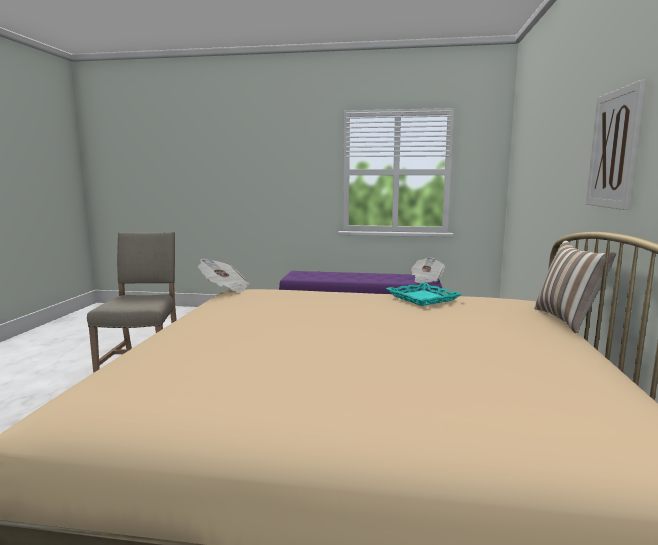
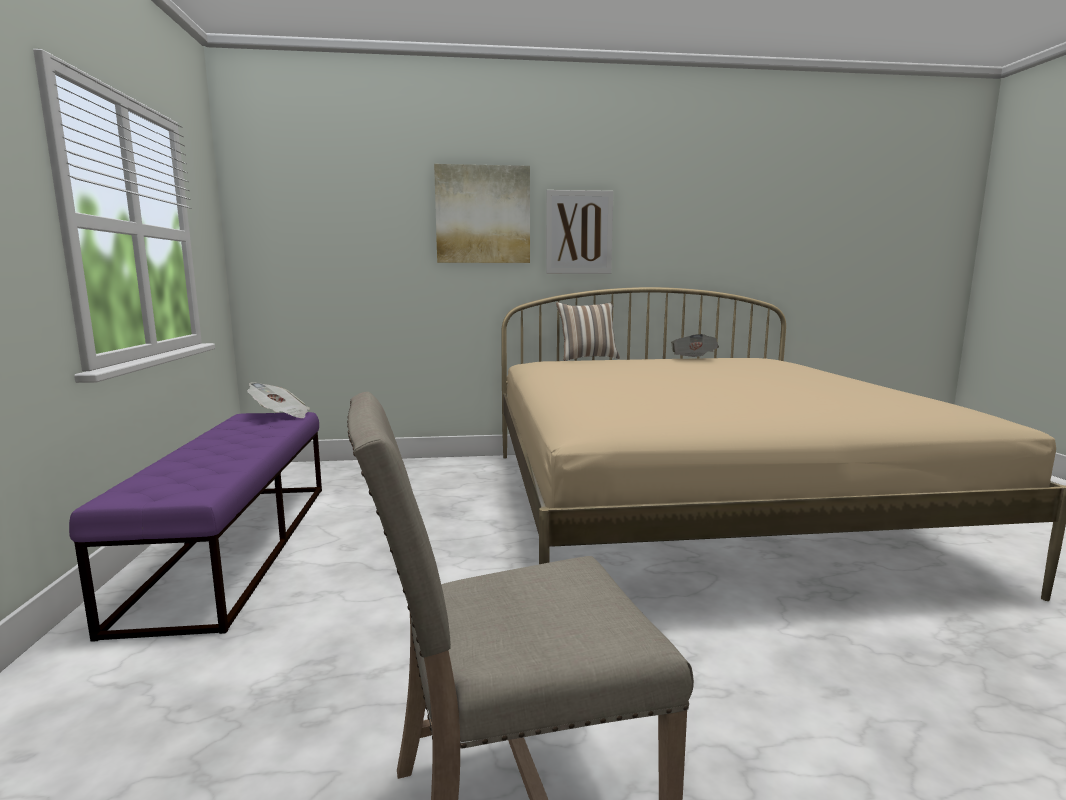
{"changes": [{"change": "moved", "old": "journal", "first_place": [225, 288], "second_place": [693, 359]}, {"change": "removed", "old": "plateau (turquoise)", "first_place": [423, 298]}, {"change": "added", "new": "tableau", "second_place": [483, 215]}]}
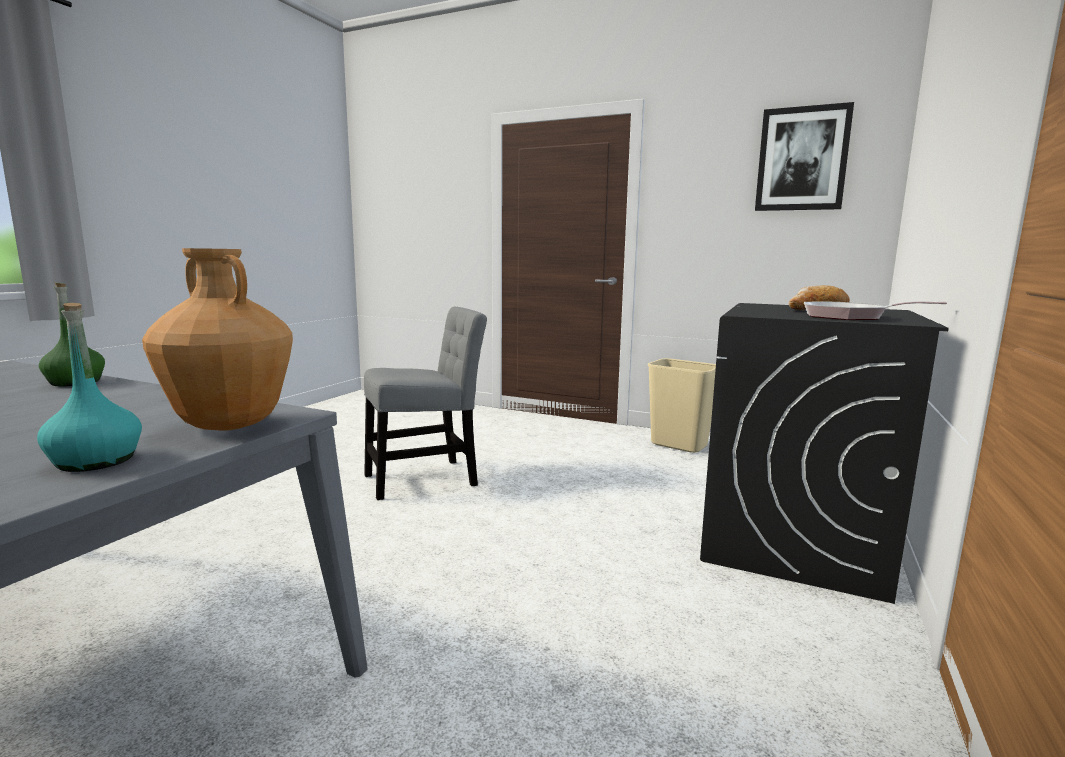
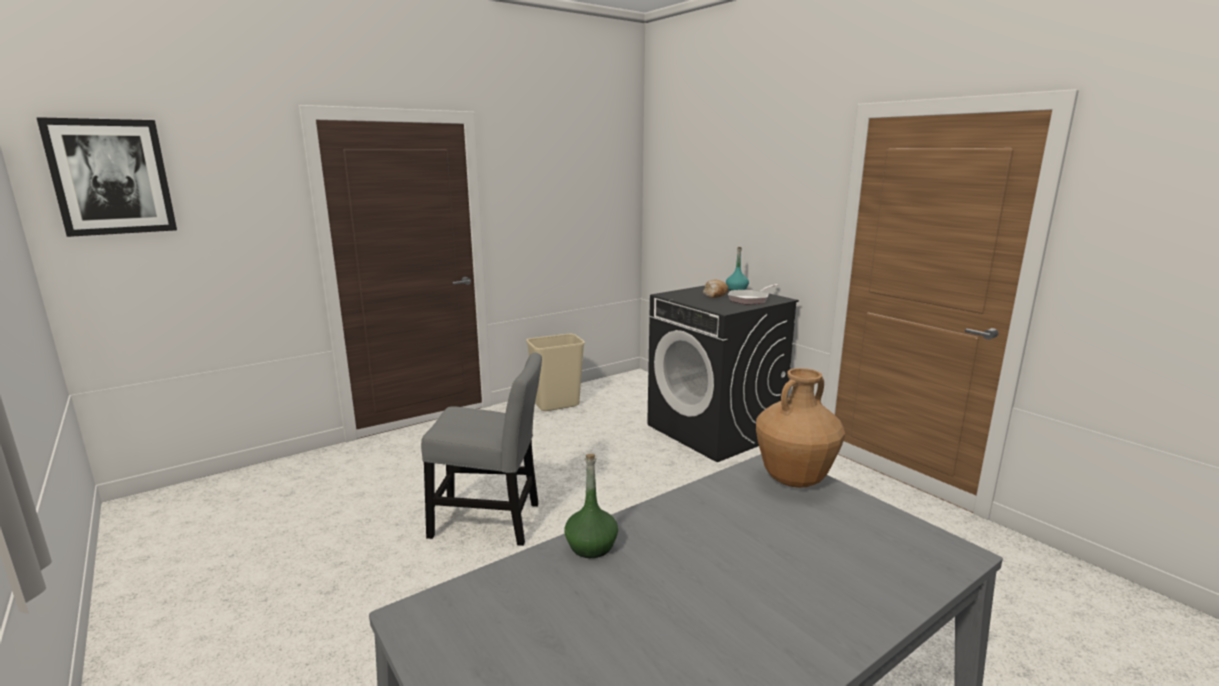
{"changes": [{"change": "moved", "old": "bouteille (turquoise)", "first_place": [96, 461], "second_place": [736, 290]}, {"change": "turned", "old": "chaise (gris)", "first_place": [426, 478], "second_place": [491, 521], "degrees": 90}, {"change": "moved", "old": "tableau", "first_place": [802, 159], "second_place": [111, 177]}]}
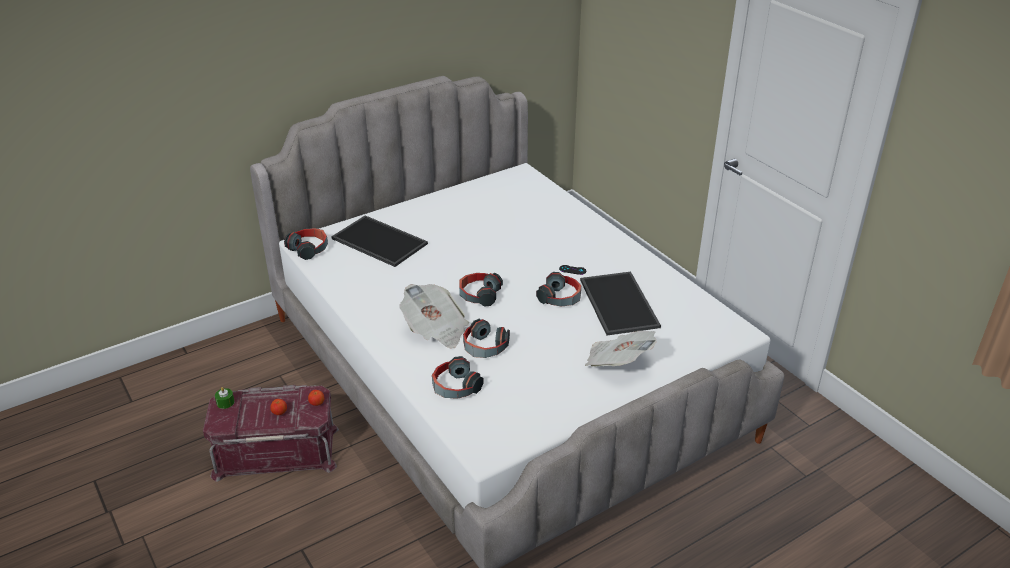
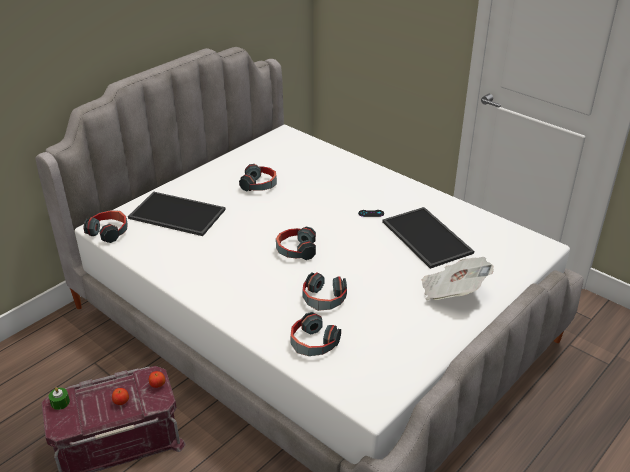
{"changes": [{"change": "removed", "old": "journal", "first_place": [435, 330]}, {"change": "moved", "old": "casque audio", "first_place": [560, 298], "second_place": [259, 185]}]}
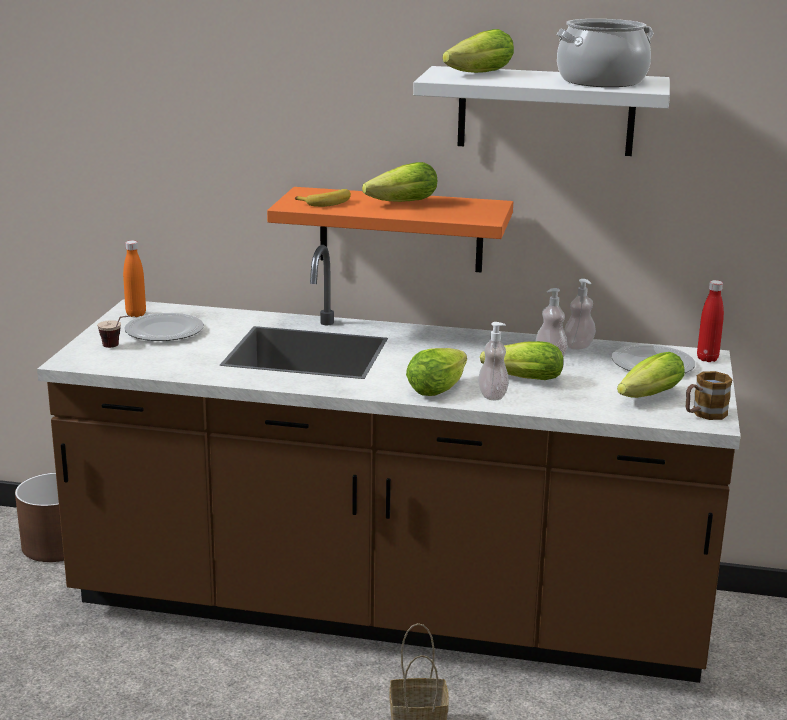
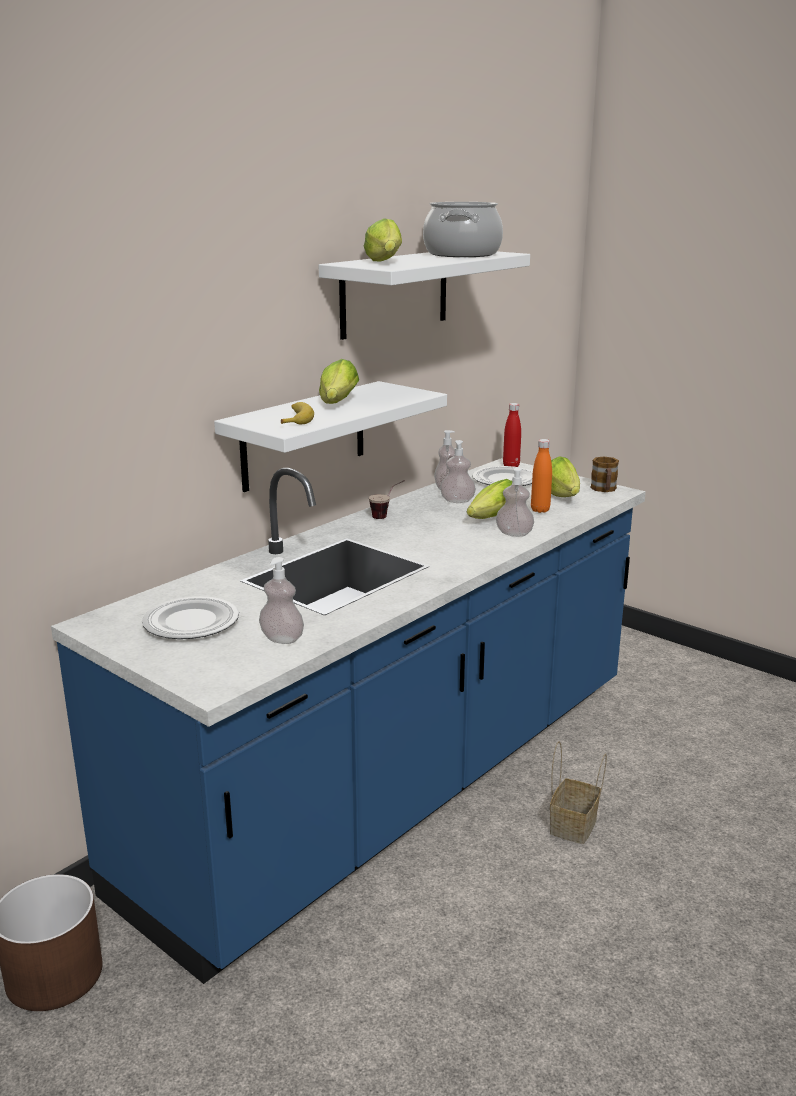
{"changes": [{"change": "recoloured", "old": "comptoir de cuisine (marron)", "new": "comptoir de cuisine (bleu)", "first_place": [389, 607], "second_place": [398, 784]}, {"change": "moved", "old": "tasse", "first_place": [117, 347], "second_place": [387, 516]}, {"change": "moved", "old": "bouteille (orange)", "first_place": [136, 314], "second_place": [540, 510]}, {"change": "recoloured", "old": "étagère (orange)", "new": "étagère (blanc)", "first_place": [401, 229], "second_place": [304, 436]}, {"change": "removed", "old": "laitue", "first_place": [439, 387]}, {"change": "added", "new": "distributeur de savon", "second_place": [282, 639]}]}
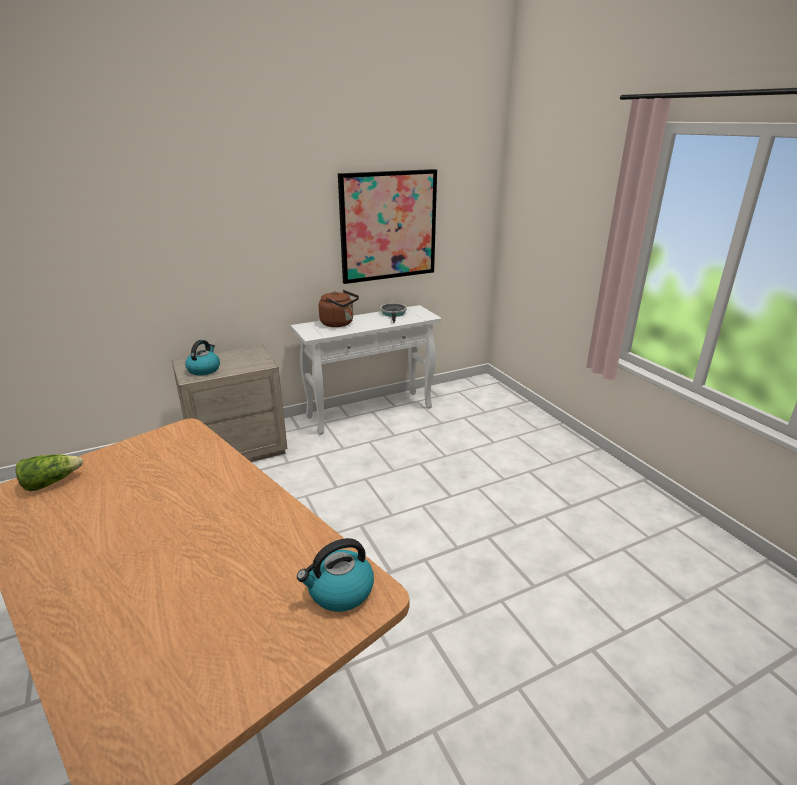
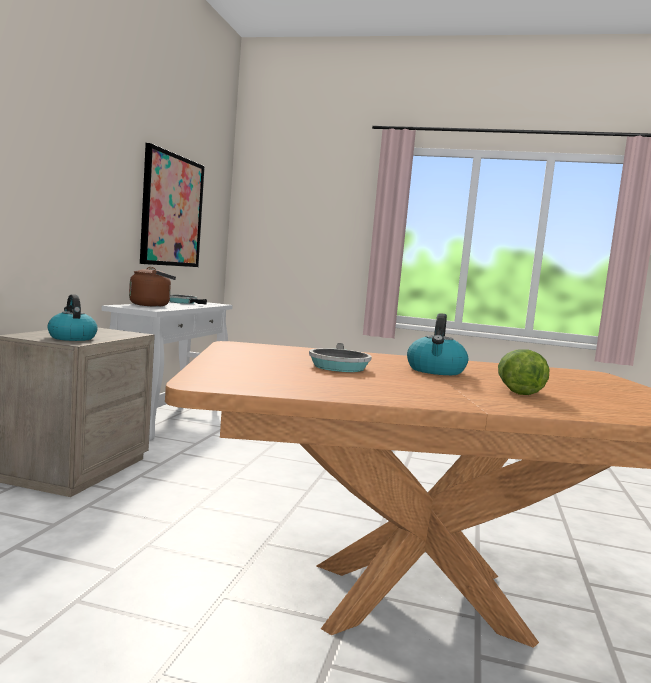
{"changes": [{"change": "moved", "old": "laitue", "first_place": [51, 482], "second_place": [517, 390]}, {"change": "moved", "old": "bouilloire", "first_place": [339, 591], "second_place": [436, 371]}, {"change": "added", "new": "poêle", "second_place": [338, 366]}]}
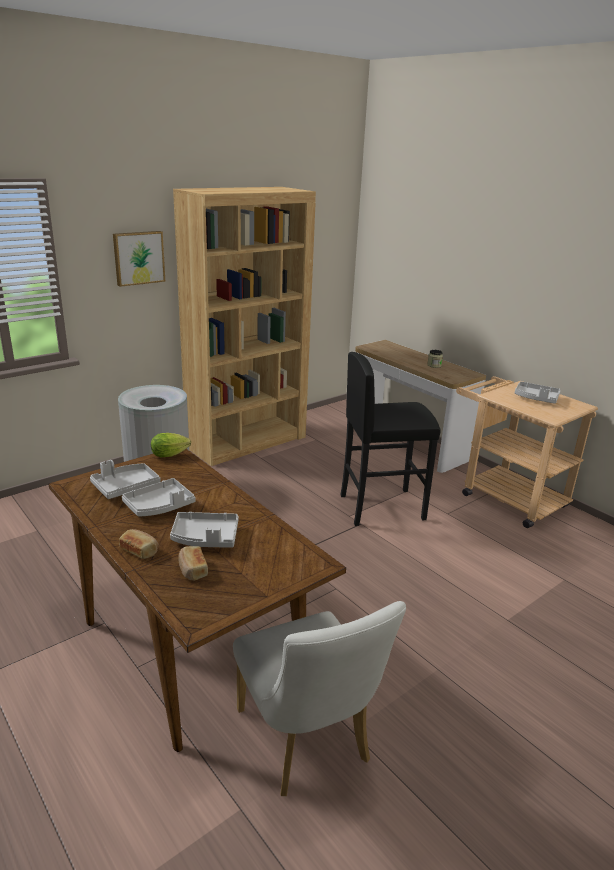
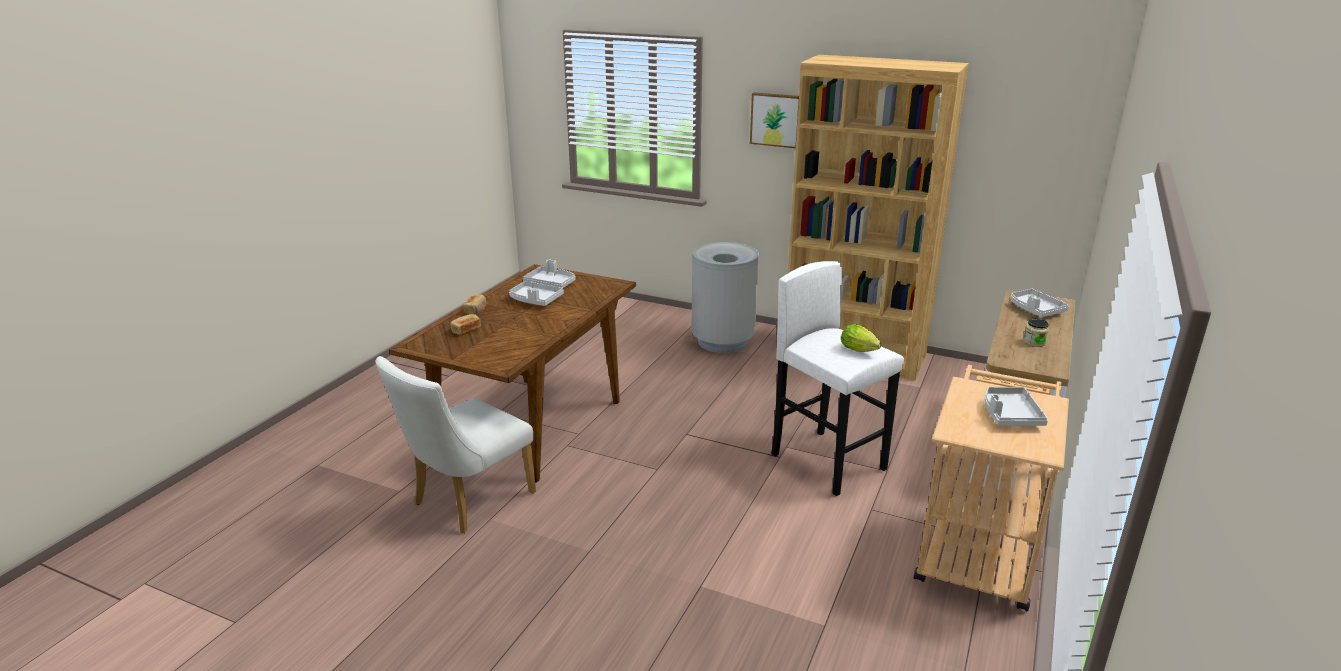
{"changes": [{"change": "moved", "old": "laitue", "first_place": [172, 455], "second_place": [860, 351]}, {"change": "moved", "old": "plateau (gris)", "first_place": [205, 538], "second_place": [1035, 310]}, {"change": "recoloured", "old": "tabouret (noir)", "new": "tabouret (blanc)", "first_place": [381, 507], "second_place": [828, 461]}]}
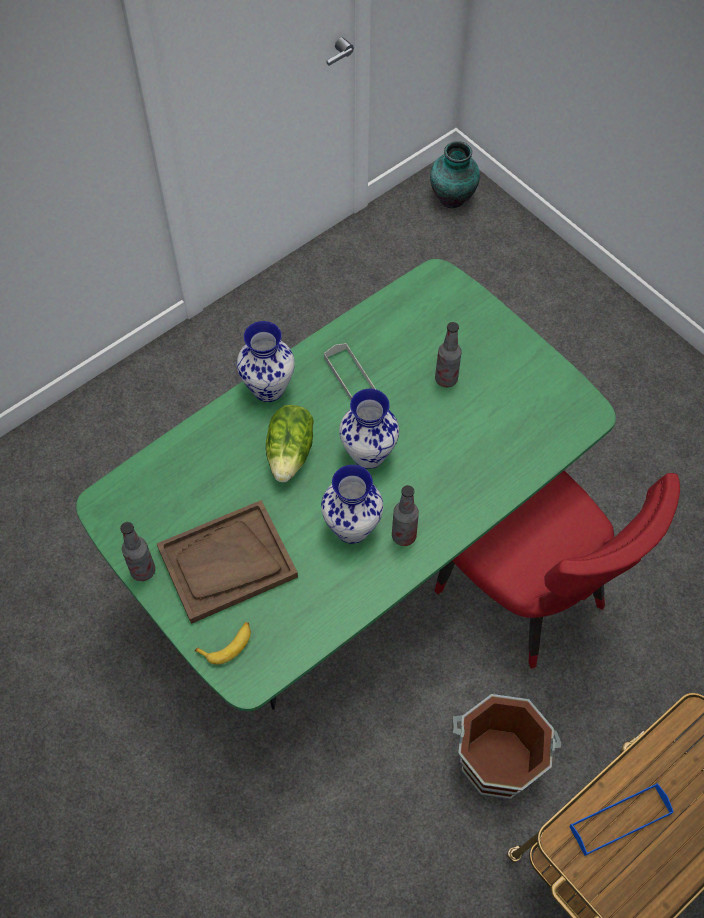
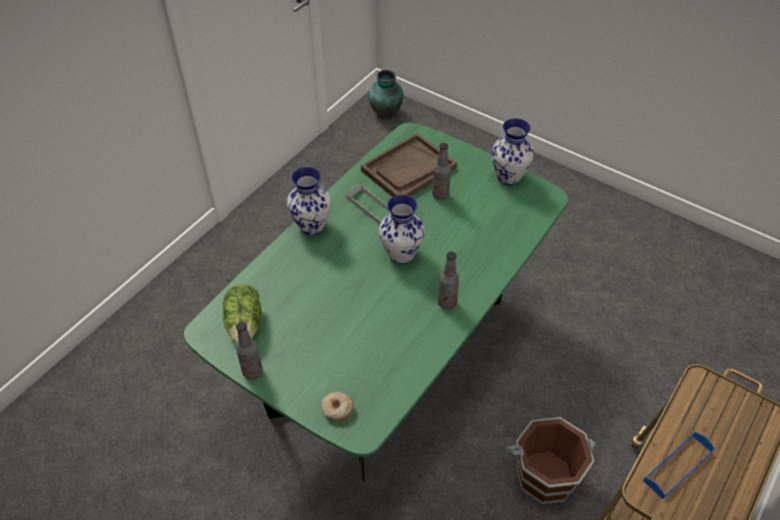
{"changes": [{"change": "moved", "old": "plateau (marron)", "first_place": [227, 563], "second_place": [408, 169]}, {"change": "replaced", "old": "banane", "new": "beignet", "first_place": [227, 644], "second_place": [337, 409]}, {"change": "moved", "old": "laitue", "first_place": [291, 453], "second_place": [245, 324]}, {"change": "moved", "old": "vase", "first_place": [351, 529], "second_place": [508, 177]}, {"change": "removed", "old": "chaise (rouge)", "first_place": [529, 597]}]}
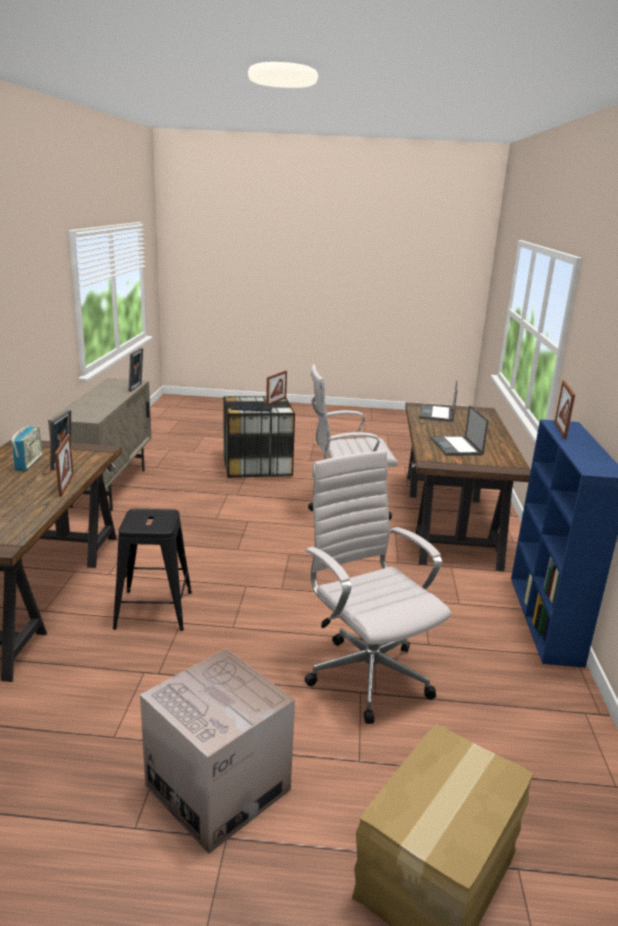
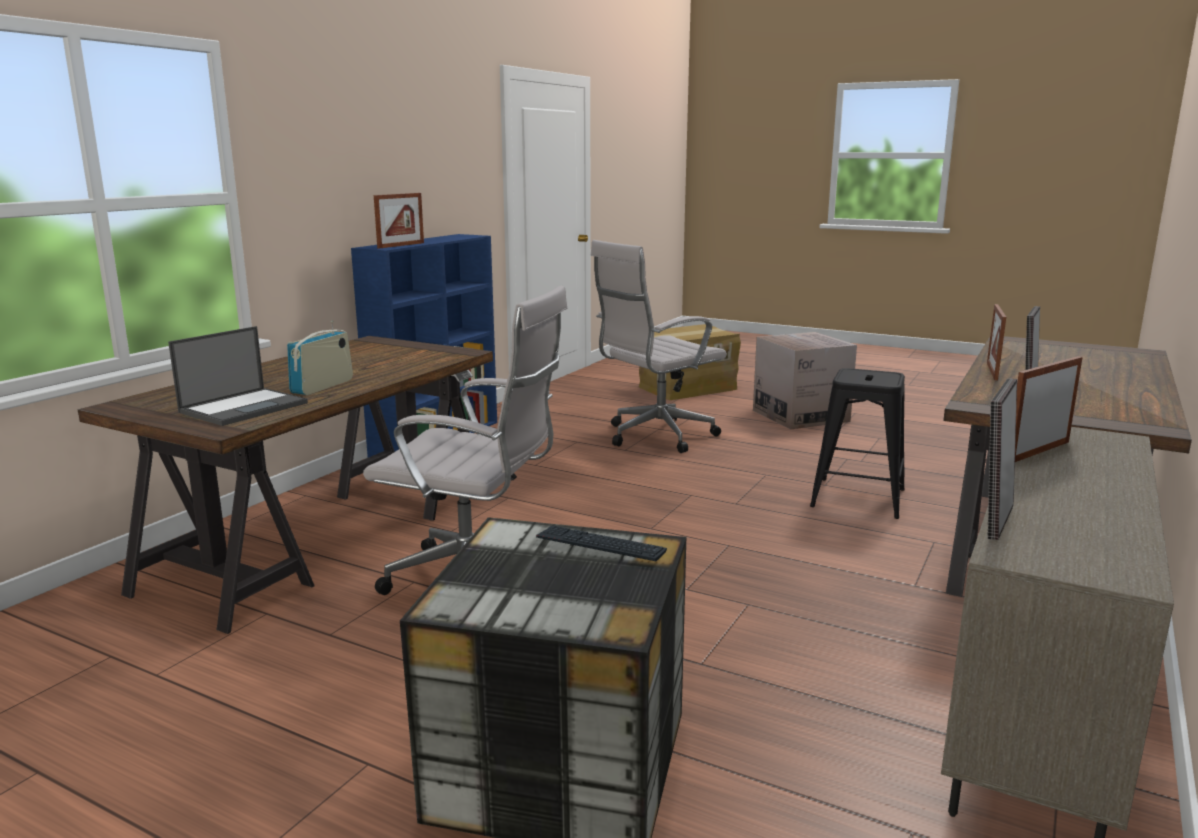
{"changes": [{"change": "moved", "old": "radio", "first_place": [29, 462], "second_place": [322, 386]}, {"change": "moved", "old": "cadre photo", "first_place": [276, 401], "second_place": [1038, 452]}, {"change": "turned", "old": "chaise de bureau (blanc)", "first_place": [366, 673], "second_place": [655, 436], "degrees": 60}, {"change": "removed", "old": "ordinateur portable", "first_place": [456, 447]}]}
